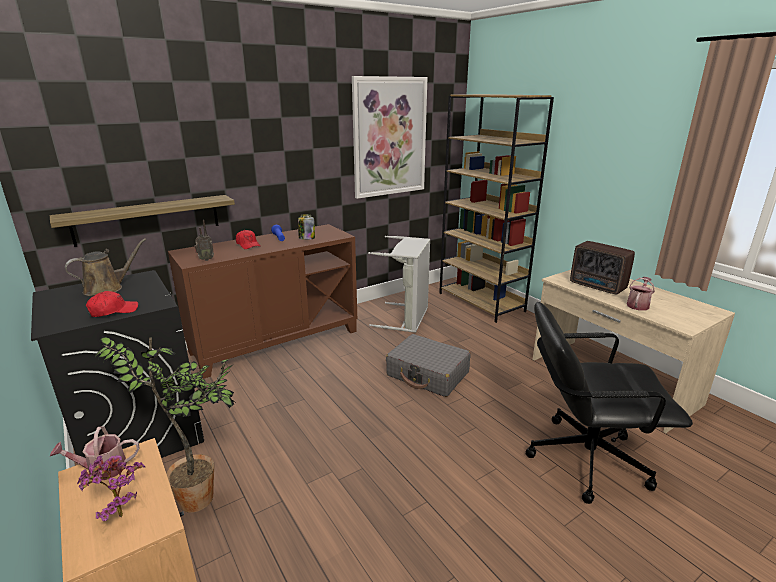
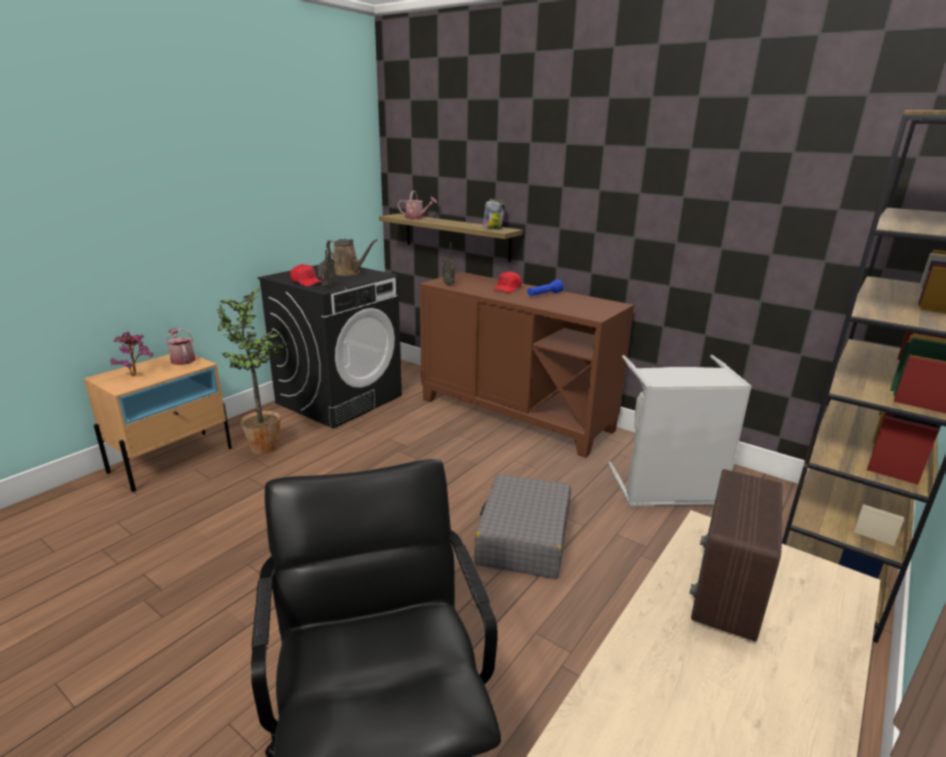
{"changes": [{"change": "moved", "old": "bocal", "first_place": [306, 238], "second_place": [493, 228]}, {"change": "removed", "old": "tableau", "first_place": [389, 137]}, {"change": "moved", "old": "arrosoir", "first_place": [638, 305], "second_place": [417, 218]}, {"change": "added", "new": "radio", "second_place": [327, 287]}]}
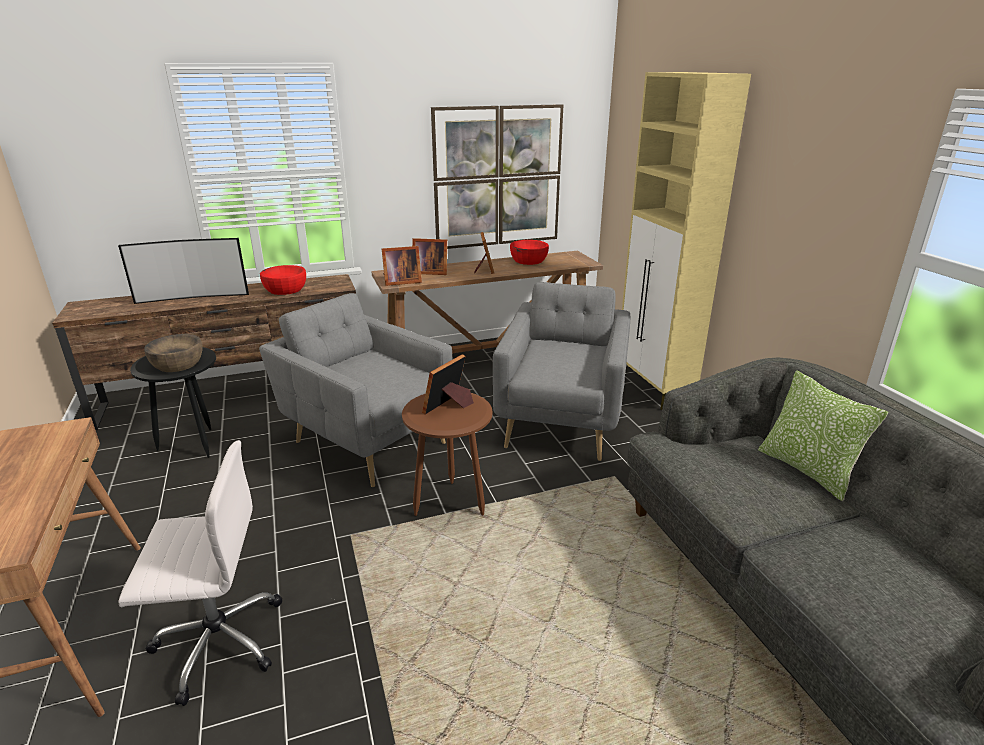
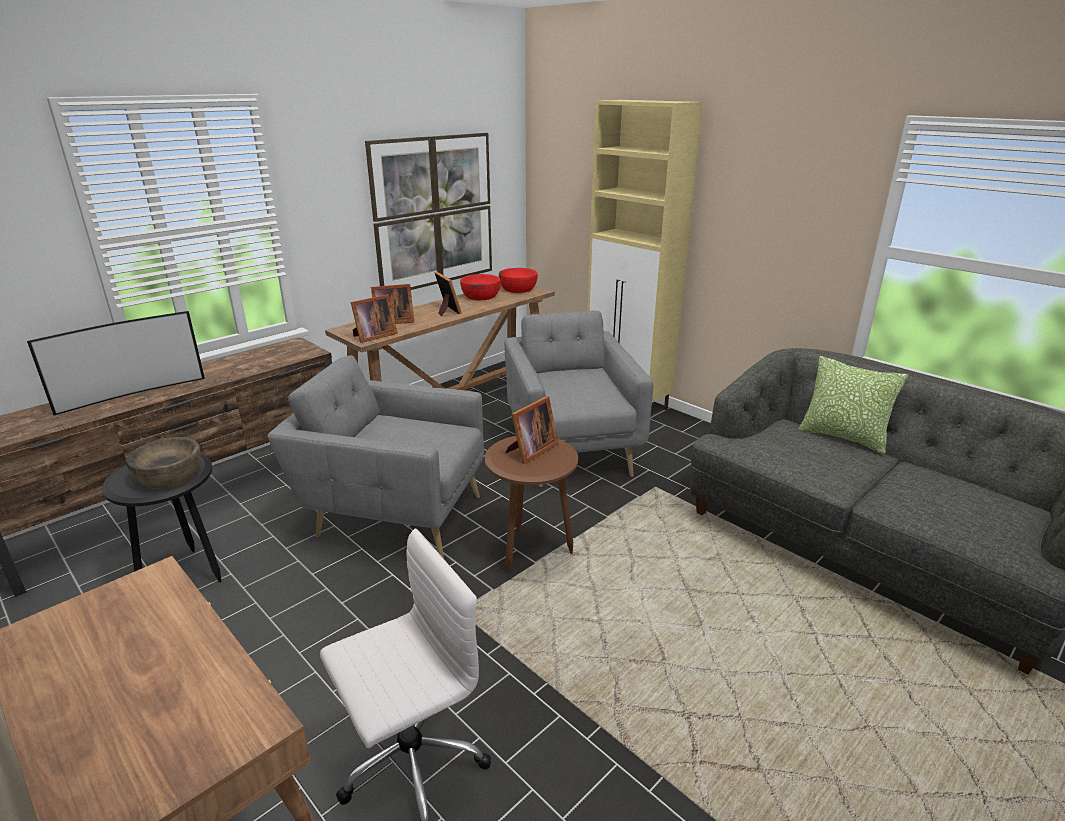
{"changes": [{"change": "moved", "old": "bol (rouge)", "first_place": [285, 289], "second_place": [518, 289]}, {"change": "turned", "old": "cadre photo", "first_place": [449, 406], "second_place": [530, 451], "degrees": -150}]}
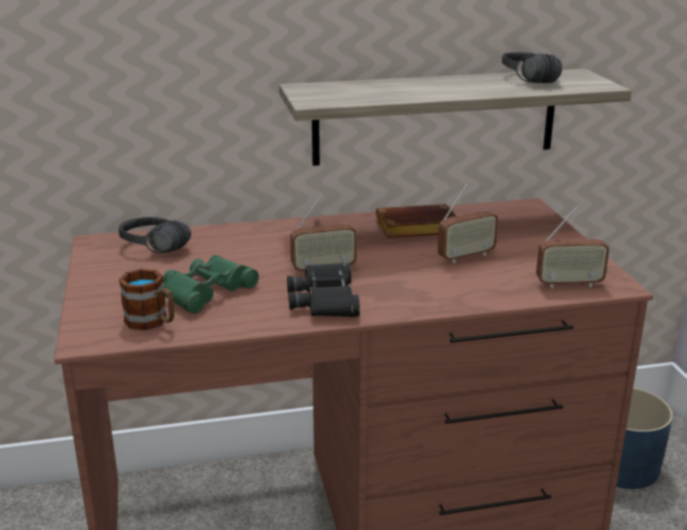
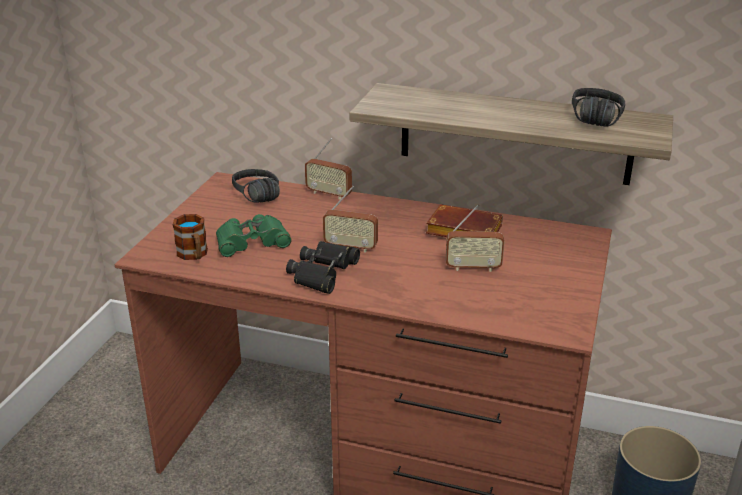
{"changes": [{"change": "moved", "old": "radio", "first_place": [569, 284], "second_place": [329, 194]}]}
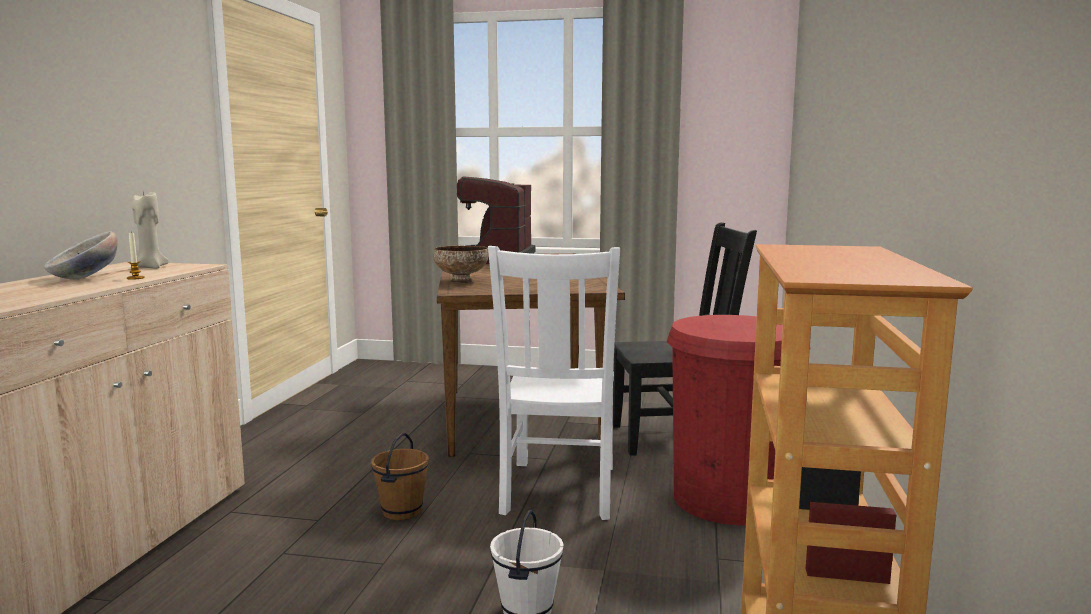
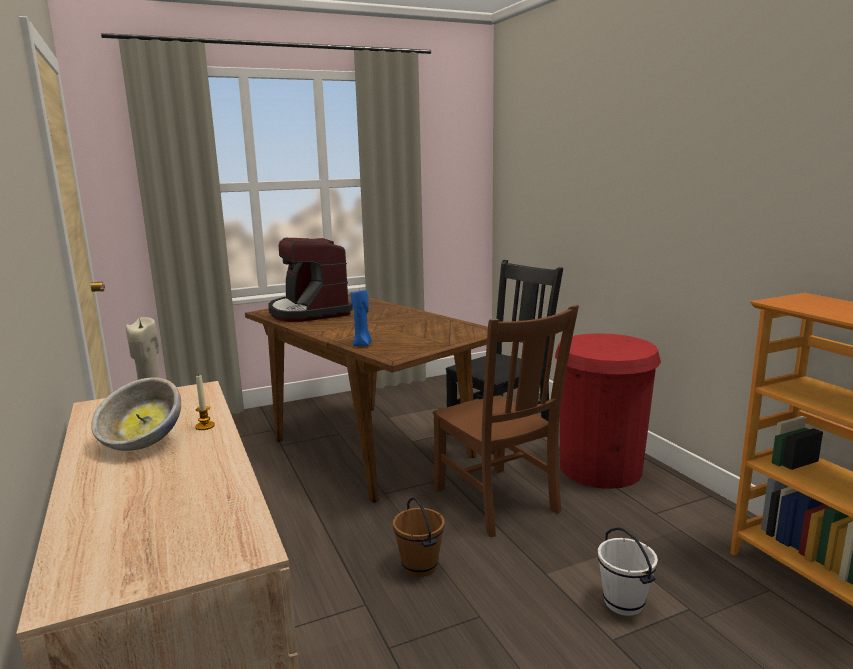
{"changes": [{"change": "replaced", "old": "bol", "new": "bougie (bleu)", "first_place": [461, 281], "second_place": [362, 344]}, {"change": "recoloured", "old": "chaise (blanc)", "new": "chaise (marron)", "first_place": [558, 491], "second_place": [498, 502]}]}
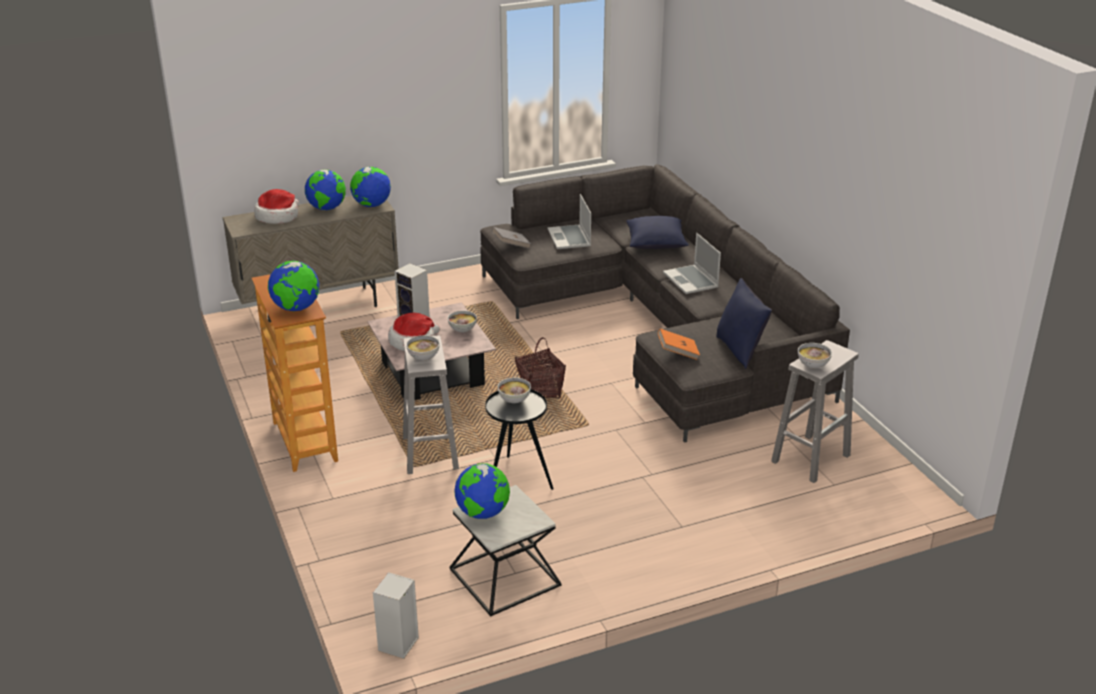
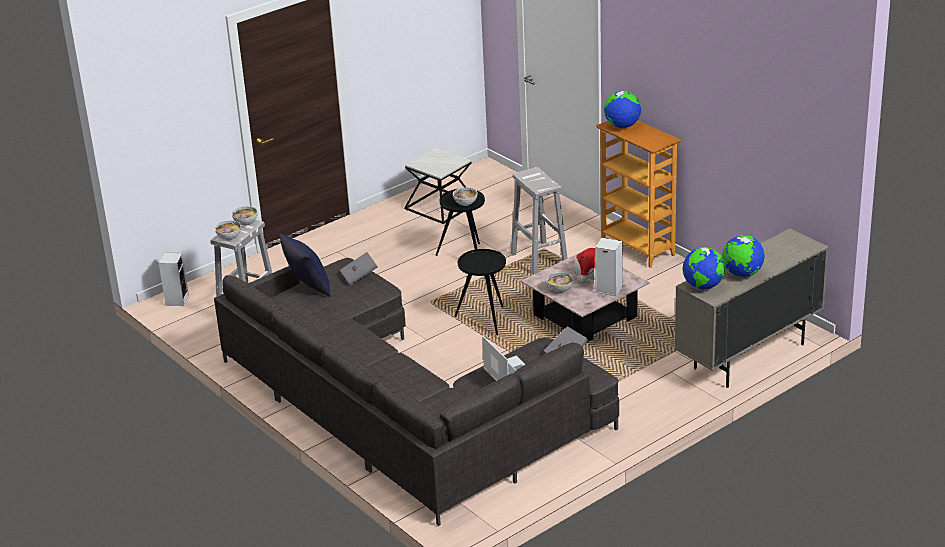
{"changes": [{"change": "removed", "old": "chapeau", "first_place": [278, 216]}, {"change": "moved", "old": "enceinte", "first_place": [398, 645], "second_place": [177, 300]}, {"change": "moved", "old": "bol", "first_place": [423, 358], "second_place": [229, 238]}, {"change": "removed", "old": "globe", "first_place": [483, 513]}, {"change": "replaced", "old": "panier", "new": "table d'appoint (noir)", "first_place": [540, 389], "second_place": [484, 321]}, {"change": "removed", "old": "coussin (bleu)", "first_place": [656, 244]}, {"change": "recoloured", "old": "livre (orange)", "new": "livre (gris)", "first_place": [678, 353], "second_place": [359, 276]}, {"change": "removed", "old": "ordinateur portable", "first_place": [691, 281]}]}
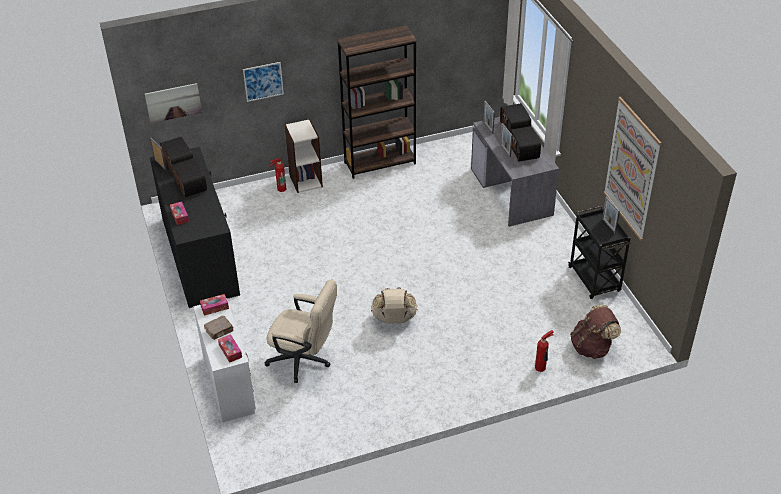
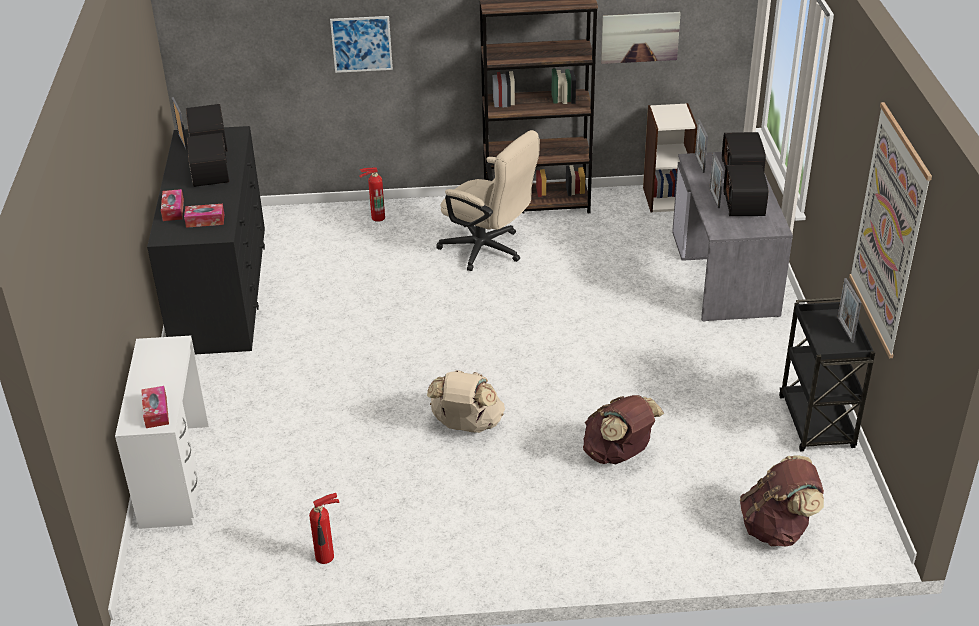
{"changes": [{"change": "moved", "old": "tableau", "first_place": [173, 102], "second_place": [640, 37]}, {"change": "moved", "old": "boîte à mouchoirs", "first_place": [214, 307], "second_place": [205, 220]}, {"change": "removed", "old": "livre (marron)", "first_place": [219, 331]}, {"change": "moved", "old": "chaise de bureau (beige)", "first_place": [304, 360], "second_place": [488, 250]}, {"change": "moved", "old": "bibliothèque", "first_place": [305, 180], "second_place": [666, 198]}, {"change": "moved", "old": "extincteur", "first_place": [541, 368], "second_place": [326, 558]}, {"change": "added", "new": "sac à dos (marron)", "second_place": [618, 454]}]}
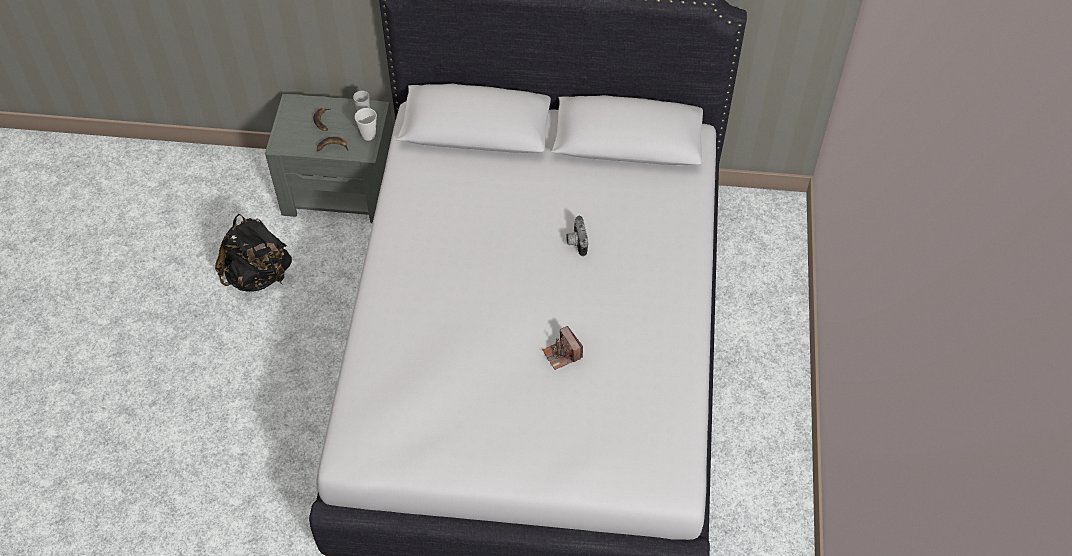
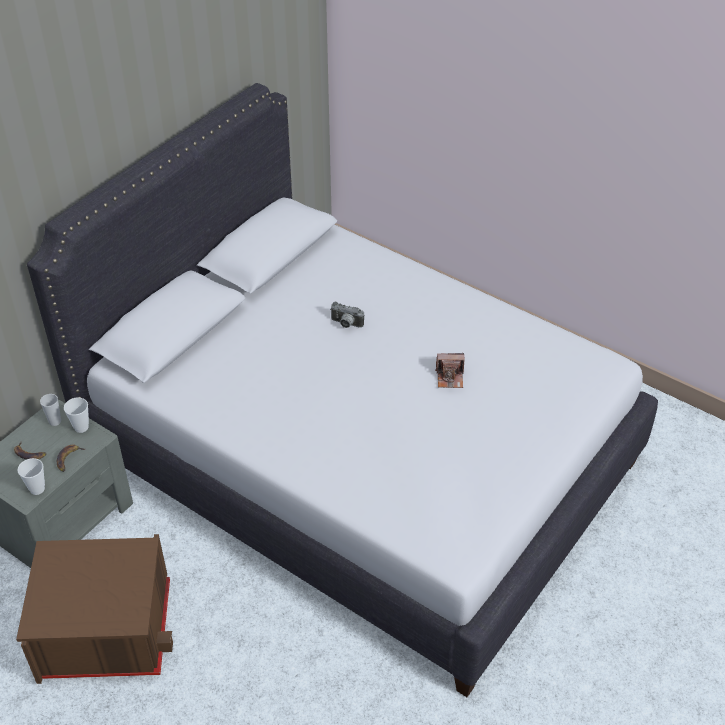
{"changes": [{"change": "replaced", "old": "sac à dos (noir)", "new": "boîte de rangement (marron)", "first_place": [258, 275], "second_place": [105, 629]}, {"change": "added", "new": "tasse", "second_place": [37, 489]}]}
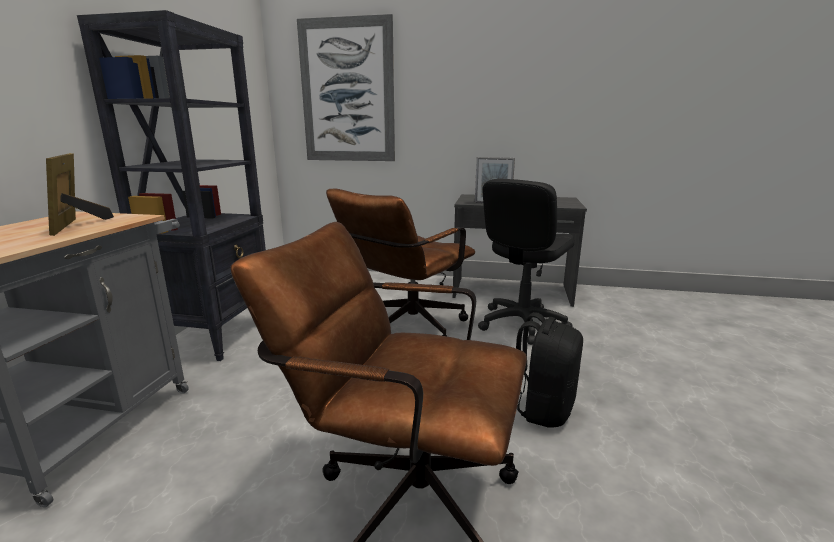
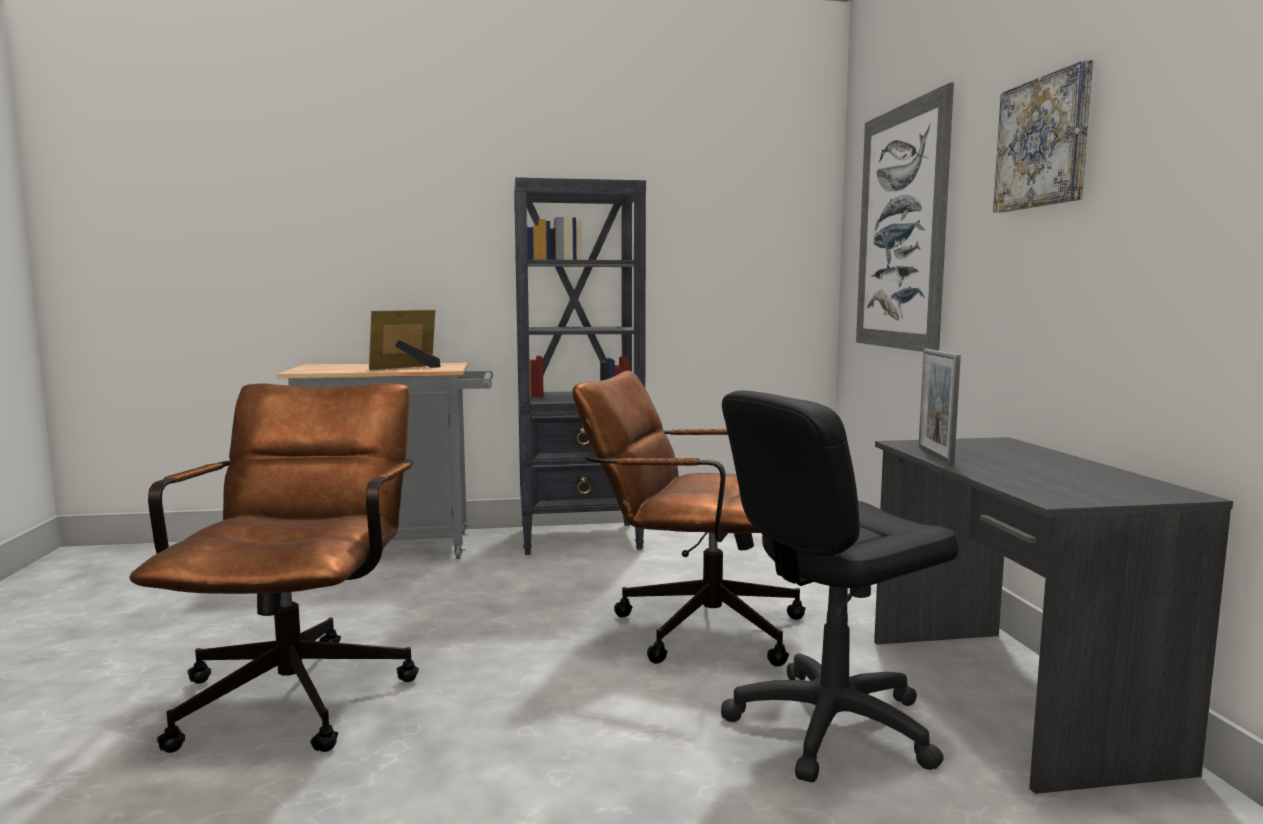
{"changes": [{"change": "turned", "old": "chaise de bureau (noir)", "first_place": [521, 323], "second_place": [831, 725], "degrees": -45}, {"change": "removed", "old": "sac à dos (noir)", "first_place": [542, 408]}, {"change": "added", "new": "tableau", "second_place": [1044, 142]}]}
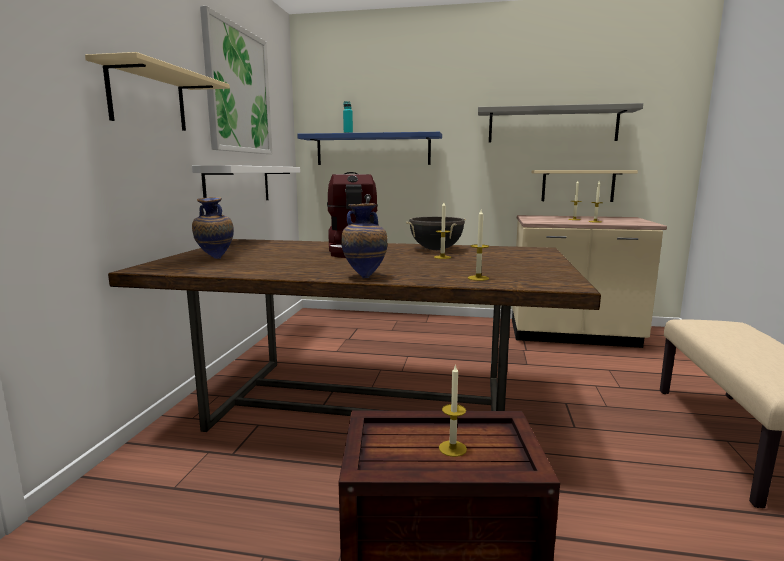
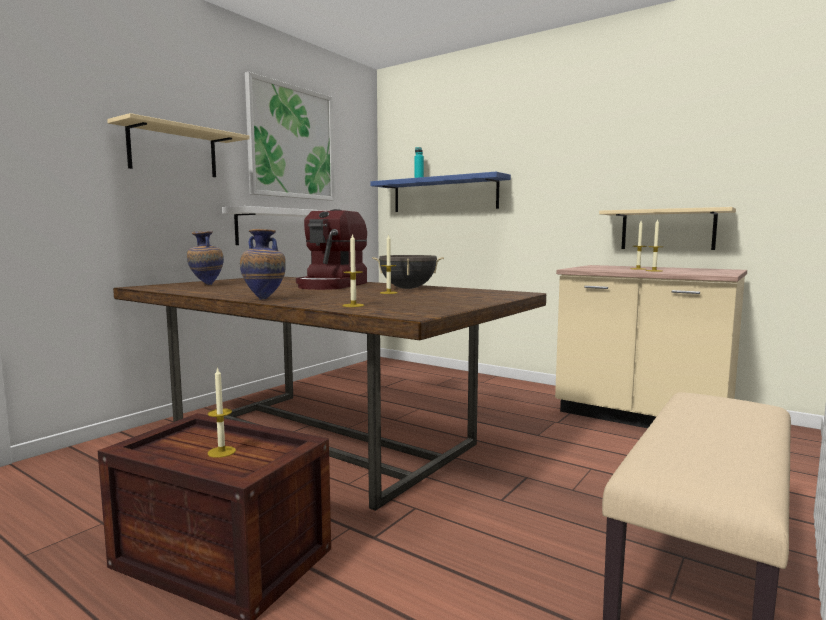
{"changes": [{"change": "removed", "old": "étagère (gris)", "first_place": [552, 125]}]}
